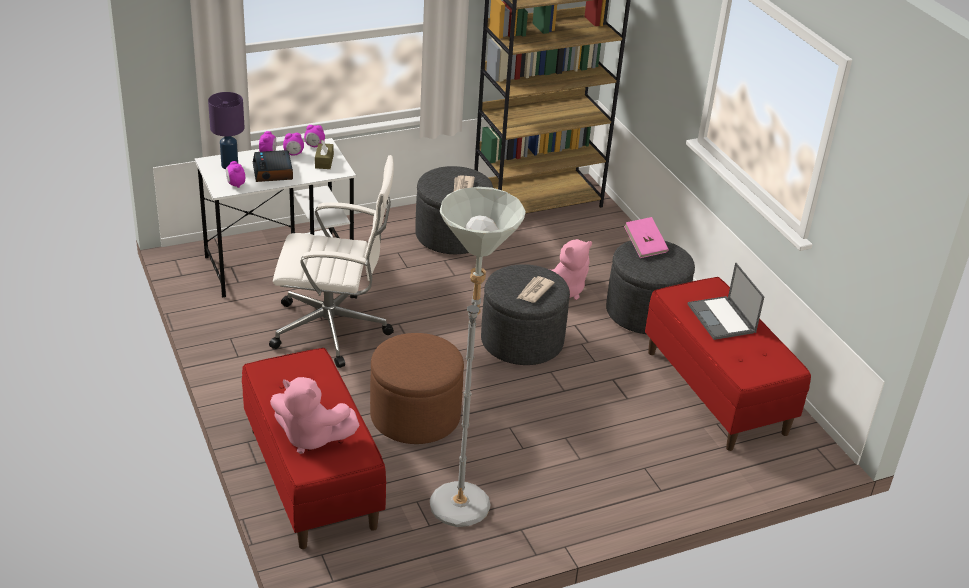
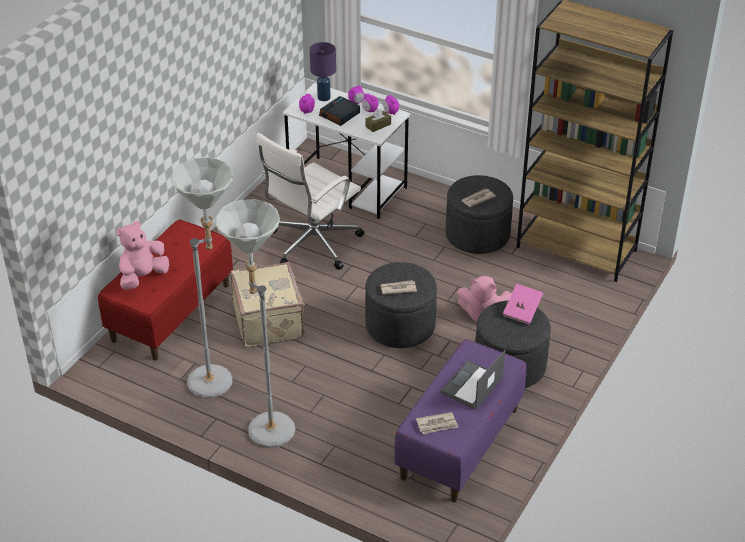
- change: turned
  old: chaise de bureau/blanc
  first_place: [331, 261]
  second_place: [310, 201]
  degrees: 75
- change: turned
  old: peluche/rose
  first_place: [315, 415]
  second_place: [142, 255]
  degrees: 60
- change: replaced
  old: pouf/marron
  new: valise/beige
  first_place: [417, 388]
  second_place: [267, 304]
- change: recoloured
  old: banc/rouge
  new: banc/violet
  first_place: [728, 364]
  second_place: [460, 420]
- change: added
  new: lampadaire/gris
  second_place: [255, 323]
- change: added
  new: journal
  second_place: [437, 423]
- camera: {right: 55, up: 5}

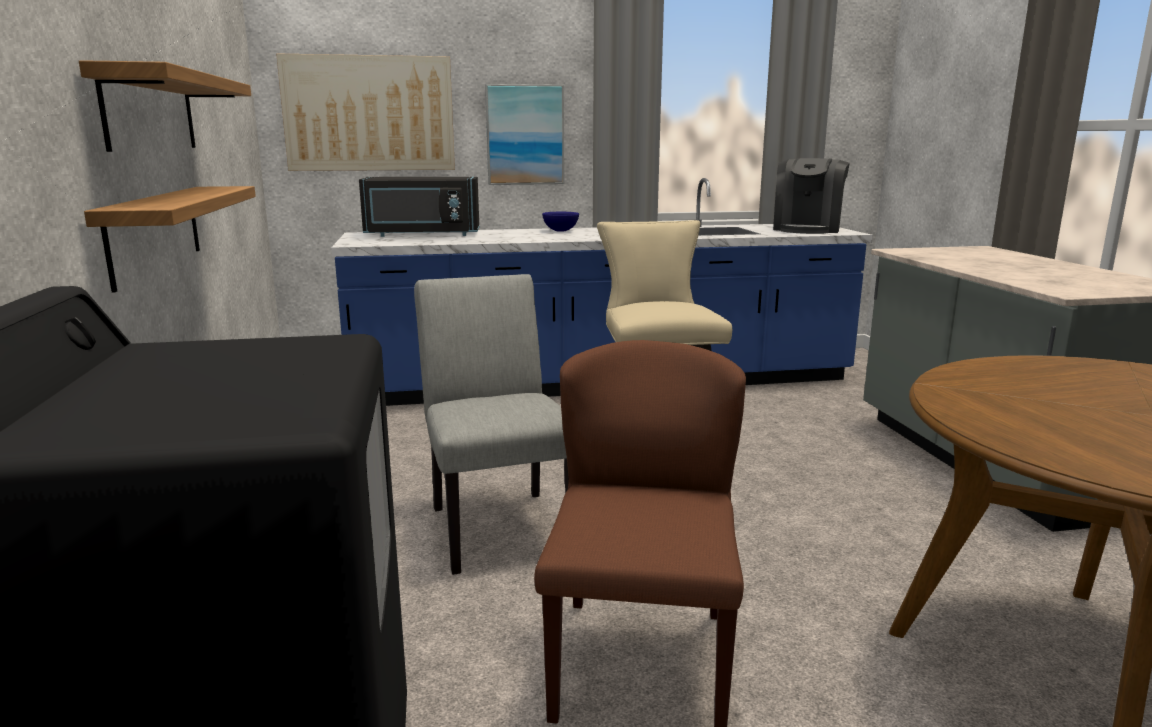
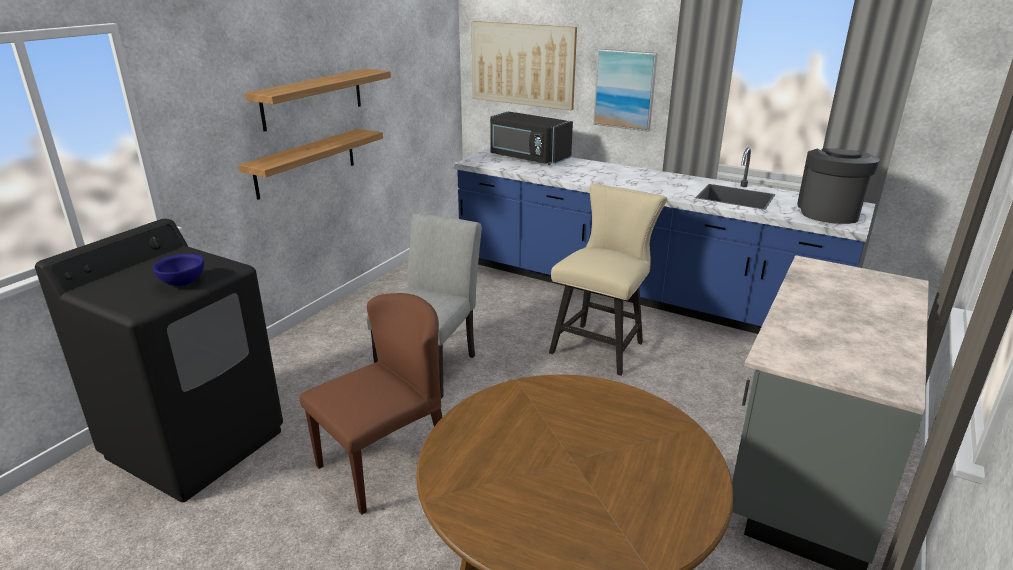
- change: moved
  old: bol/bleu
  first_place: [560, 222]
  second_place: [178, 270]
- change: turned
  old: machine à café
  first_place: [811, 196]
  second_place: [838, 186]
  degrees: 135
- camera: {right: 40, up: 10}

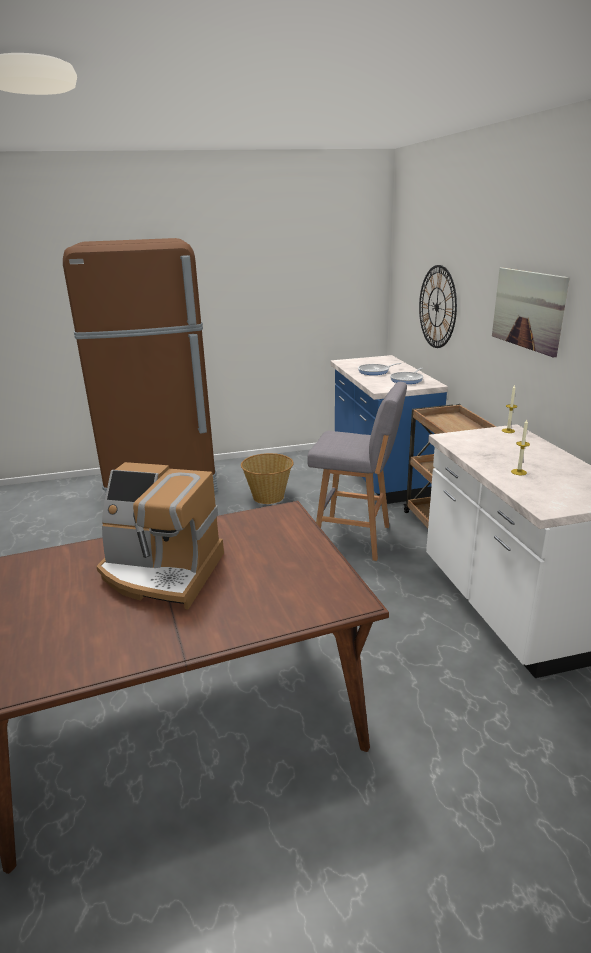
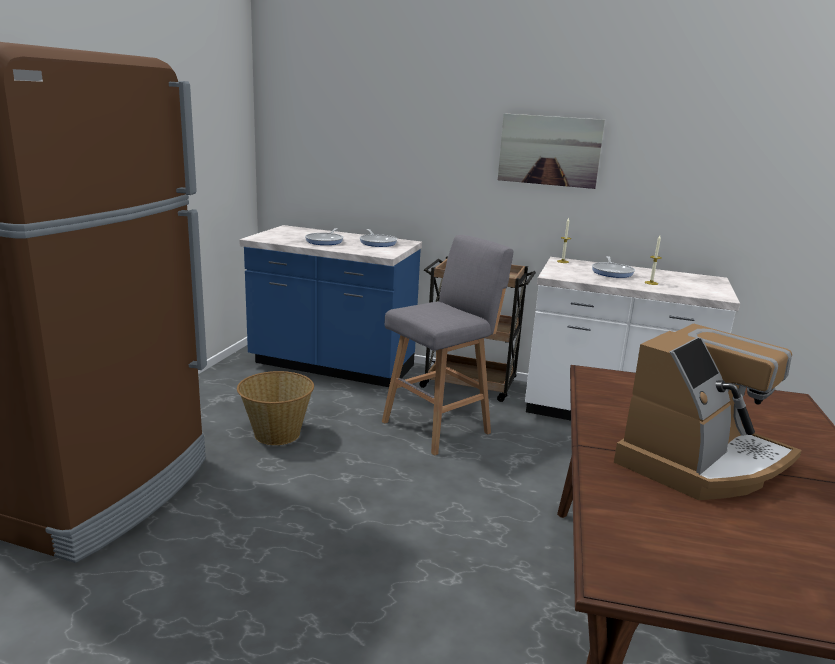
- change: removed
  old: horloge murale
  first_place: [438, 306]
- change: added
  new: poêle
  second_place: [613, 267]
- camera: {right: -60, up: -5}

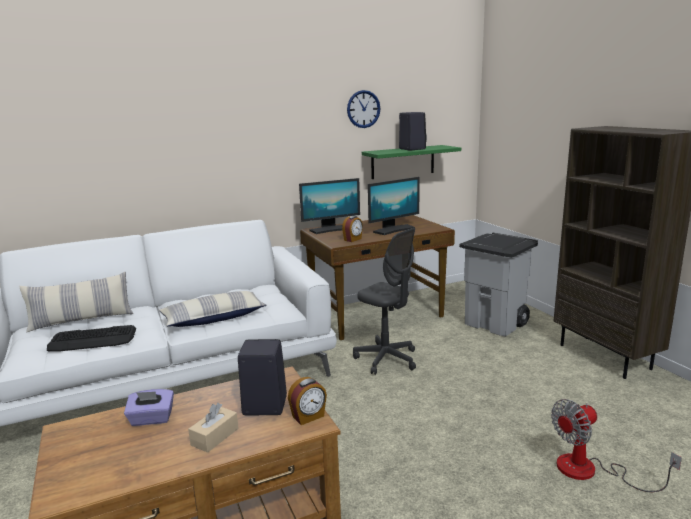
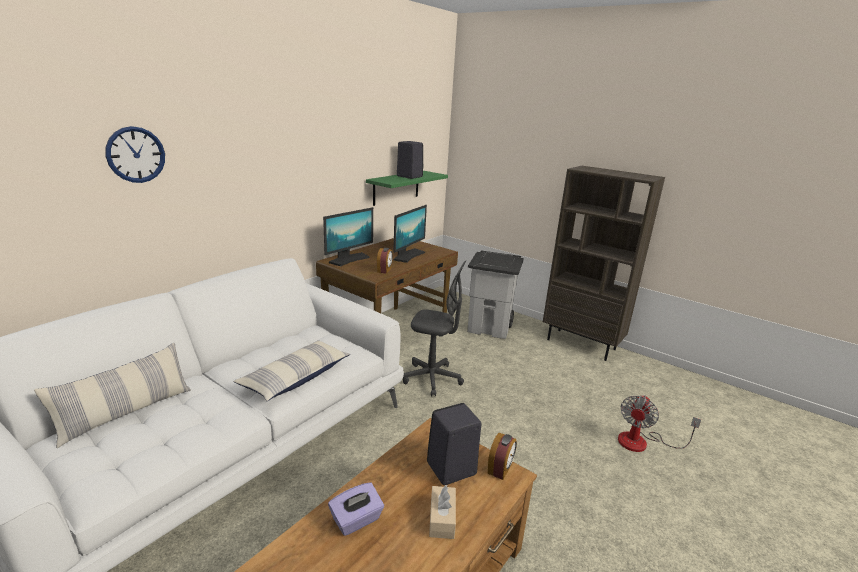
- change: removed
  old: clavier
  first_place: [91, 338]
- change: moved
  old: horloge murale
  first_place: [364, 109]
  second_place: [135, 154]
- camera: {right: -30, up: 5}

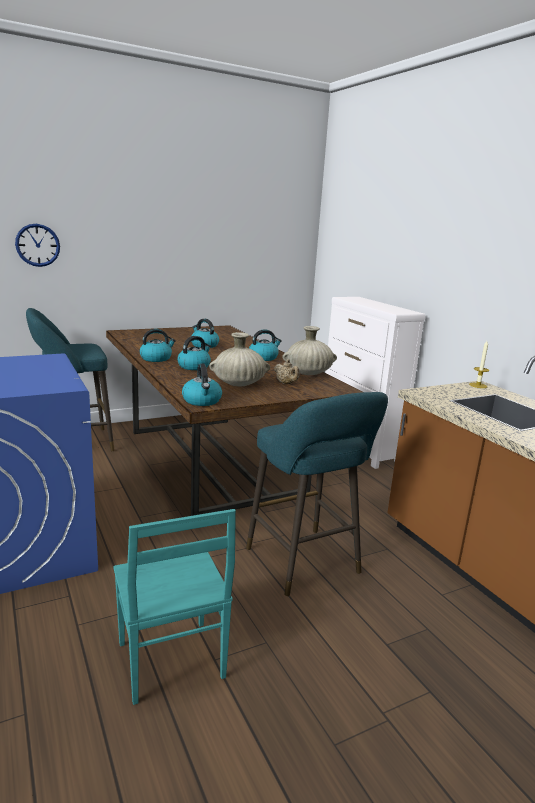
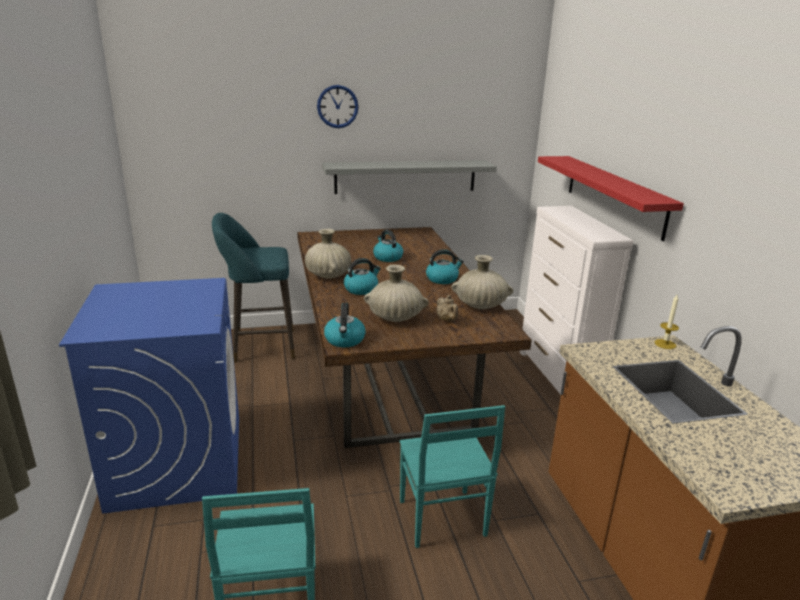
- change: moved
  old: horloge murale
  first_place: [37, 245]
  second_place: [337, 106]
- change: replaced
  old: bouilloire
  new: vase/beige
  first_place: [157, 345]
  second_place: [328, 254]
- change: replaced
  old: tabouret/turquoise
  new: chaise/turquoise
  first_place: [317, 494]
  second_place: [452, 476]
- change: added
  new: étagère/gris
  second_place: [409, 177]
- change: added
  new: étagère/rouge
  second_place: [611, 198]
- camera: {right: 15, up: 5}

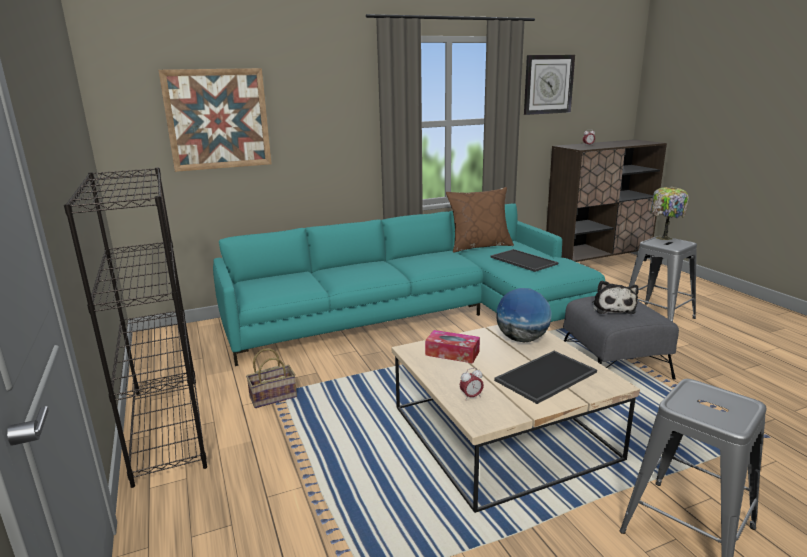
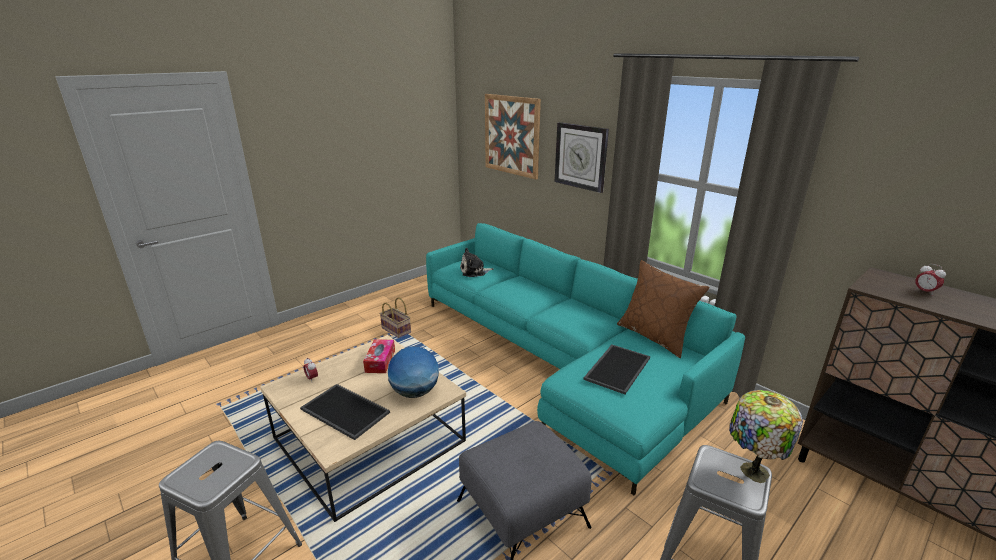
- change: removed
  old: bibliothèque/noir
  first_place: [135, 328]
- change: moved
  old: horloge murale
  first_place: [549, 85]
  second_place: [582, 157]
- change: moved
  old: peluche
  first_place: [615, 297]
  second_place: [477, 262]
- camera: {right: 70, up: 5}

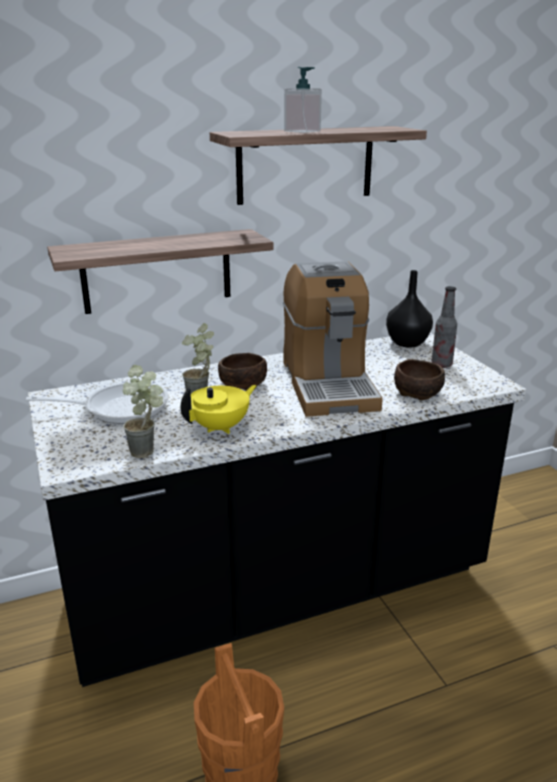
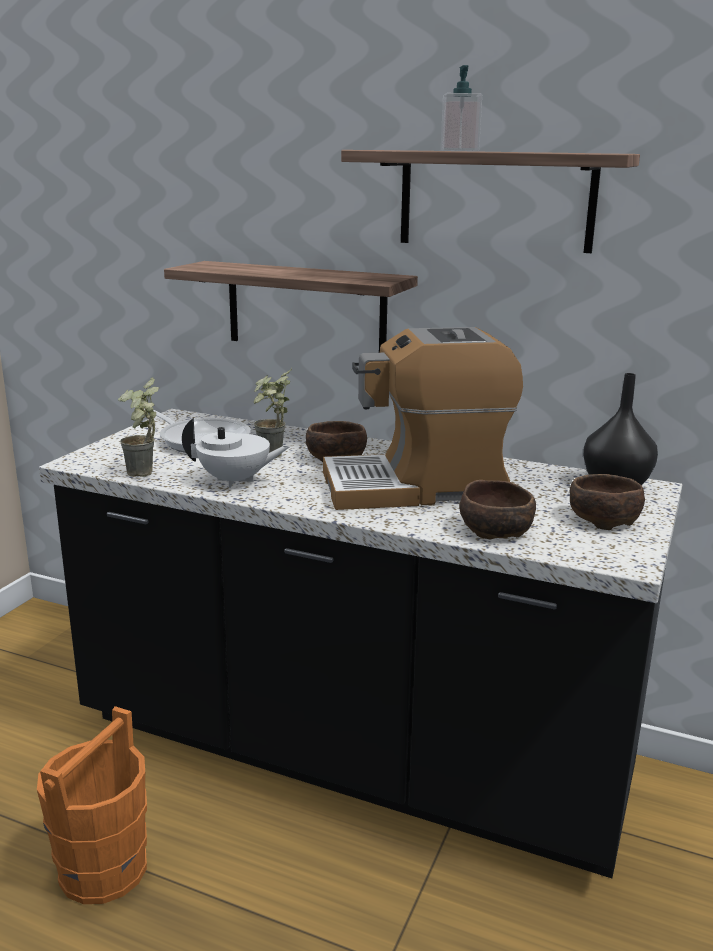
- change: recoloured
  old: théière/jaune
  new: théière/blanc
  first_place: [219, 409]
  second_place: [236, 453]
- change: turned
  old: machine à café
  first_place: [333, 339]
  second_place: [423, 418]
  degrees: 45
- change: replaced
  old: bouteille
  new: bol/marron
  first_place: [444, 327]
  second_place: [607, 502]
- camera: {right: 45, up: -5}

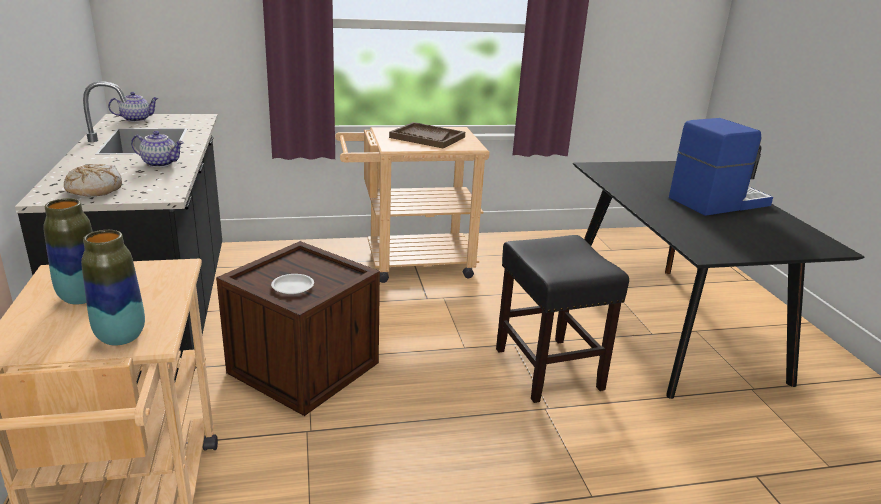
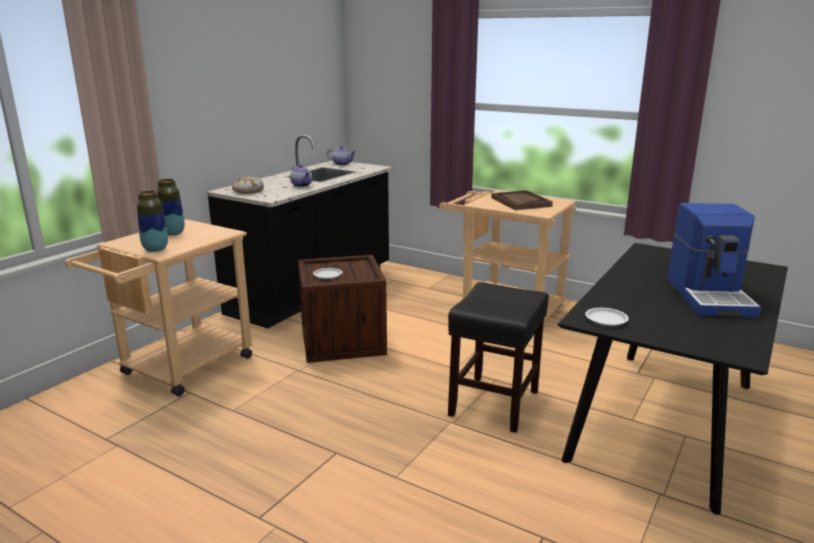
- change: turned
  old: machine à café
  first_place: [721, 167]
  second_place: [714, 260]
  degrees: 75
- change: added
  new: assiette/blanc
  second_place: [607, 317]
- camera: {right: 45, up: -5}

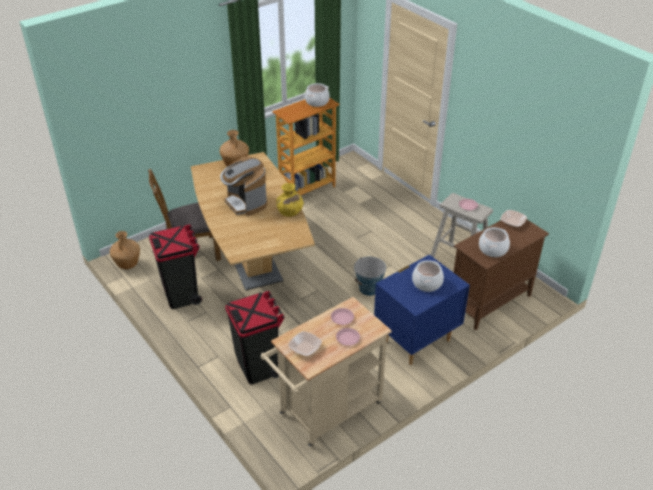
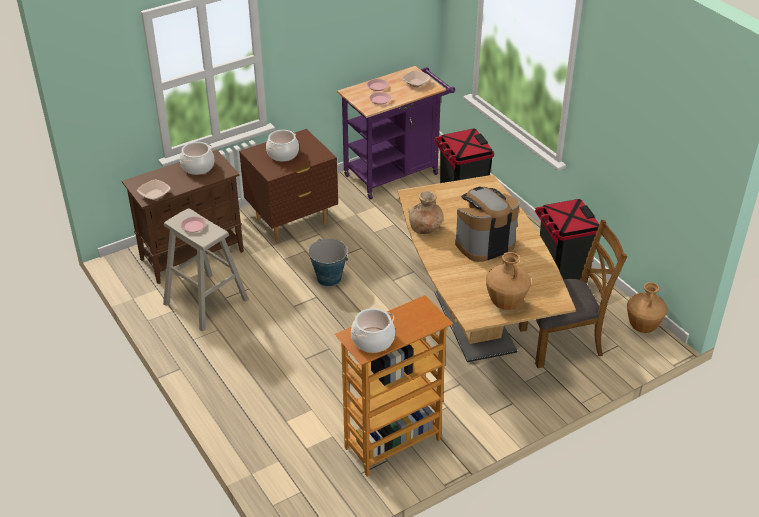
- change: turned
  old: machine à café
  first_place: [243, 186]
  second_place: [487, 224]
  degrees: -90
- change: recoloured
  old: chariot/beige
  new: chariot/violet
  first_place: [326, 372]
  second_place: [396, 133]
- change: recoloured
  old: vase/jaune
  new: vase/marron
  first_place: [290, 200]
  second_place: [425, 212]
- change: recoloured
  old: table de chevet/bleu
  new: table de chevet/marron
  first_place: [422, 309]
  second_place: [288, 186]
- camera: {right: -175, up: 0}

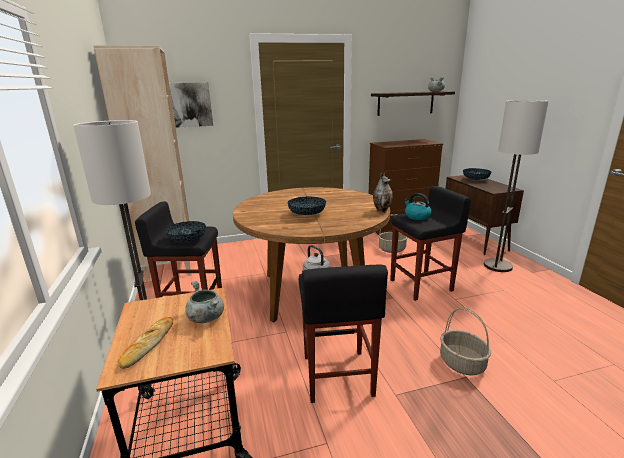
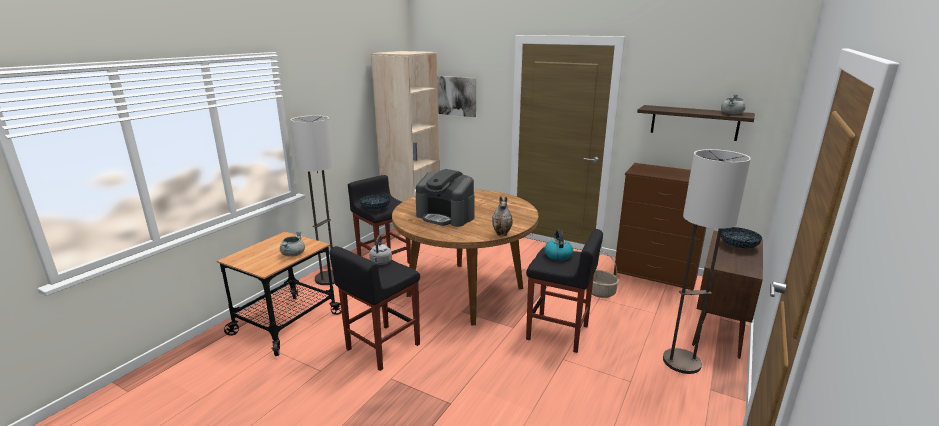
- change: removed
  old: pain
  first_place: [145, 343]
- change: replaced
  old: bol
  new: machine à café
  first_place: [307, 206]
  second_place: [445, 198]
- change: removed
  old: panier
  first_place: [465, 341]
- camera: {right: 45, up: 0}

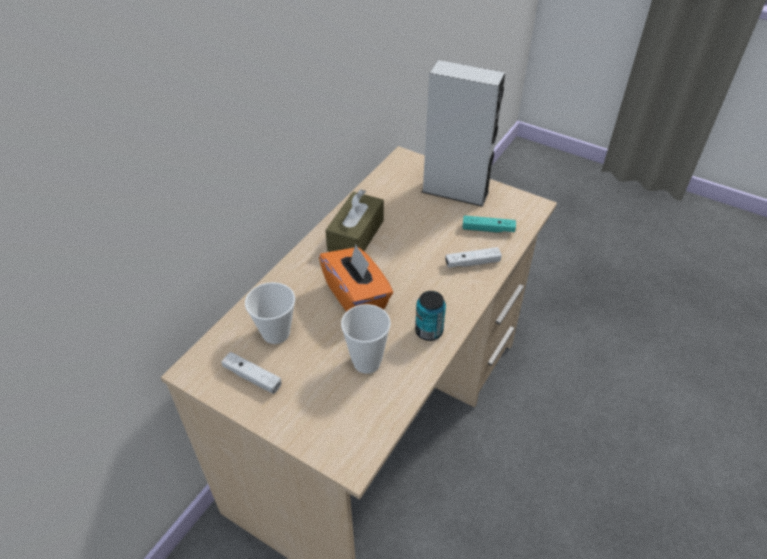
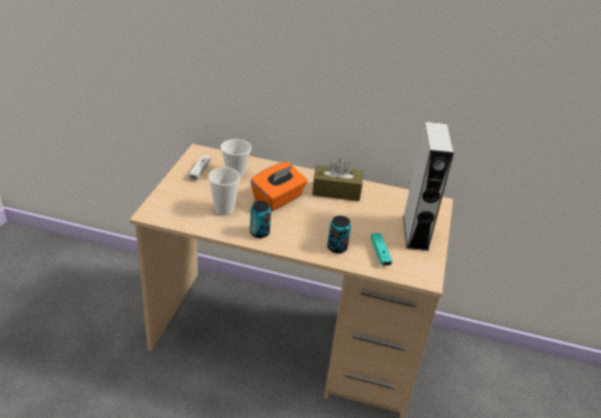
- change: replaced
  old: manette/blanc
  new: boîte métallique
  first_place: [473, 257]
  second_place: [339, 235]
- camera: {right: 70, up: -10}

